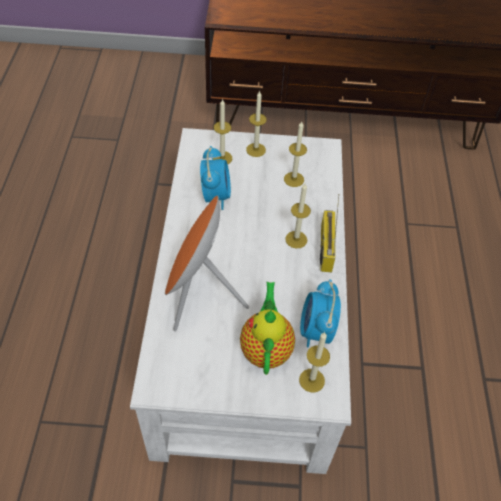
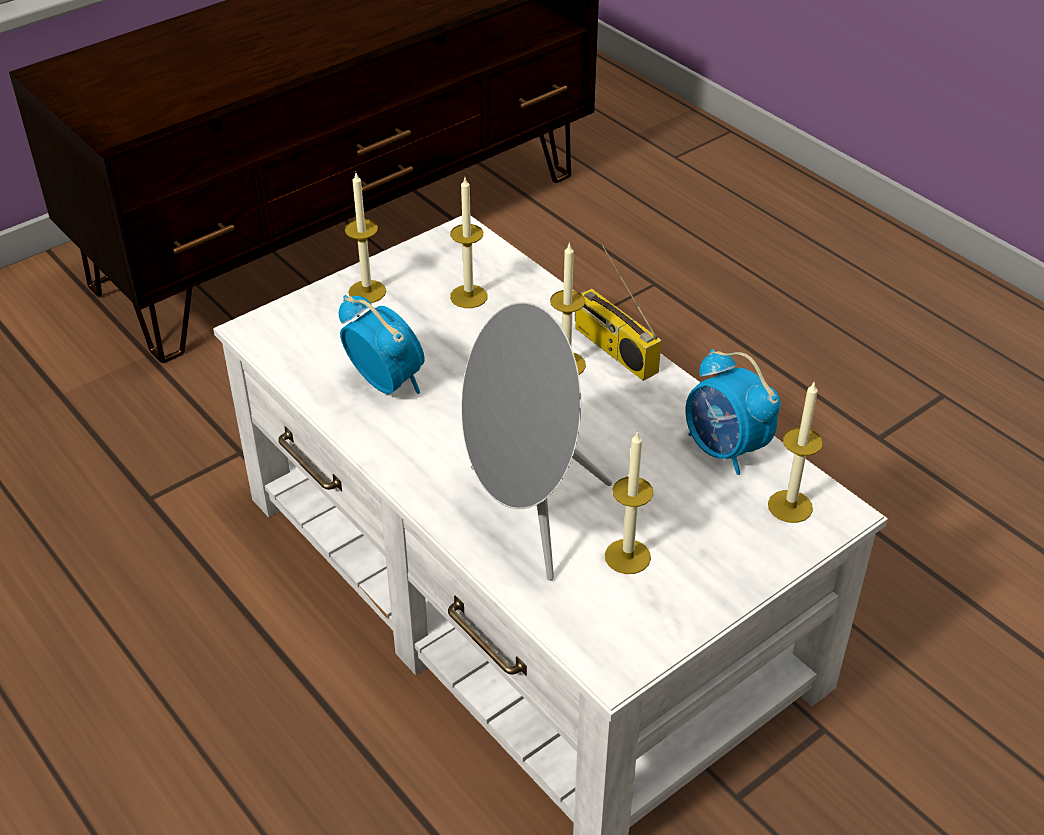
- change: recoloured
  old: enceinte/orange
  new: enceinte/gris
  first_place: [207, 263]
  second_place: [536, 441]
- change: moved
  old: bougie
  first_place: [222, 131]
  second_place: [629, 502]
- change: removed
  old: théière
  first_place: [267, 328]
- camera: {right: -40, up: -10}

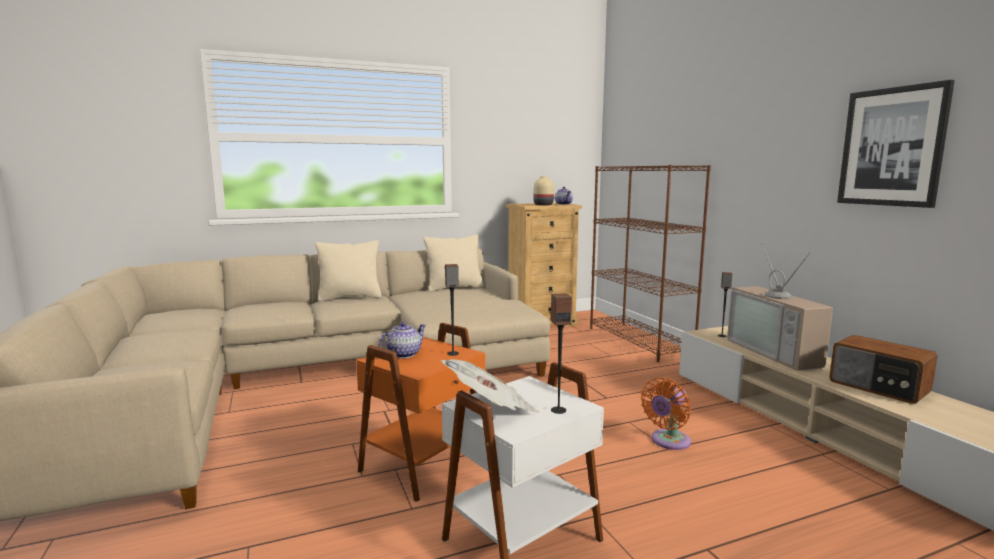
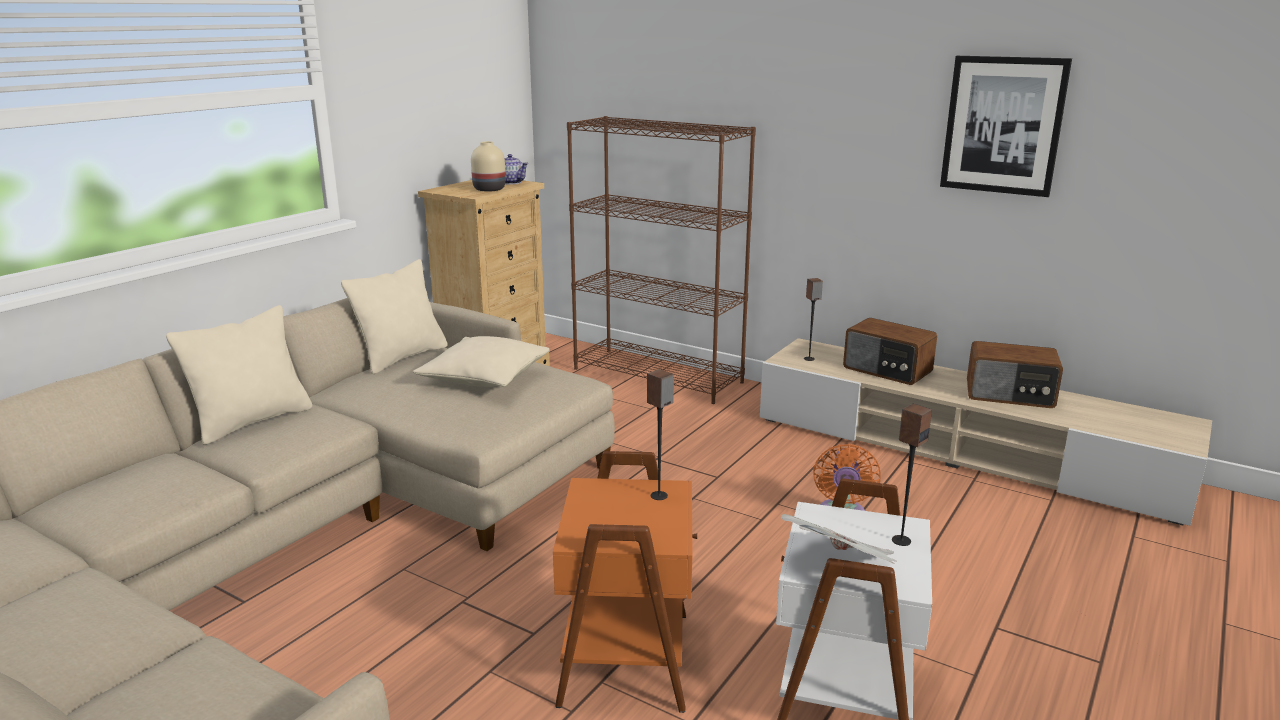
- change: removed
  old: théière
  first_place: [402, 340]
- change: replaced
  old: téléviseur
  new: radio
  first_place: [780, 307]
  second_place: [890, 351]
- change: added
  new: coussin/beige
  second_place: [481, 361]
- camera: {right: -35, up: 10}

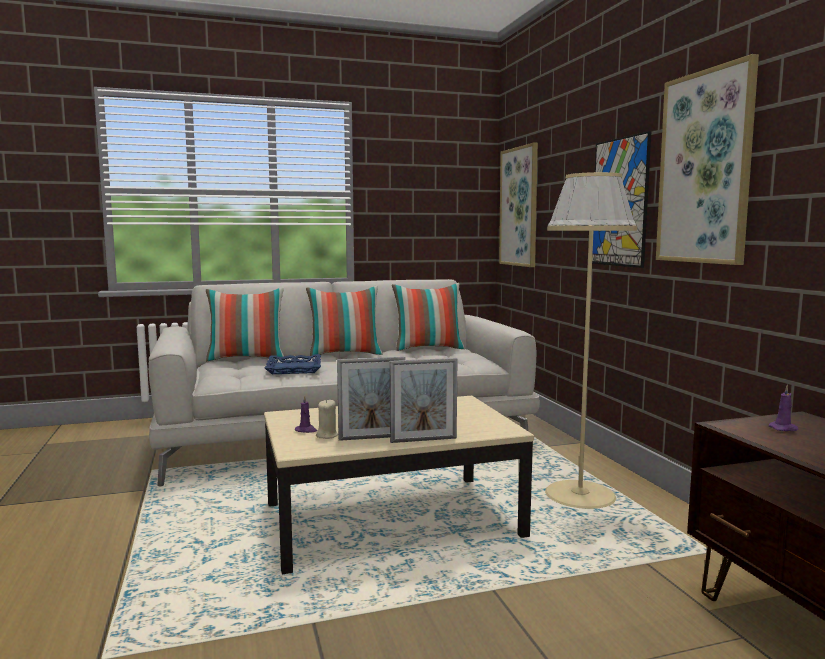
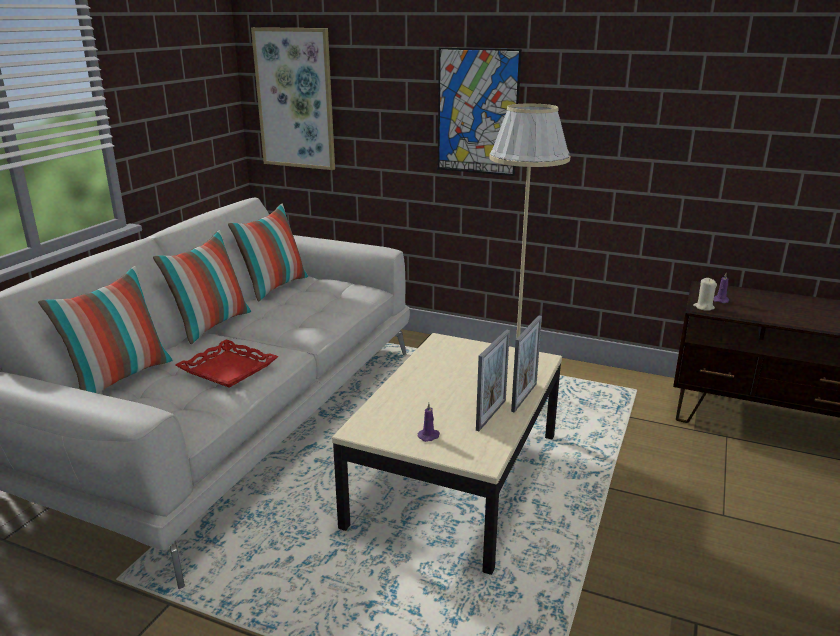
- change: recoloured
  old: plateau/bleu
  new: plateau/rouge
  first_place: [293, 364]
  second_place: [227, 363]
- change: moved
  old: bougie/beige
  first_place: [327, 419]
  second_place: [705, 294]
- change: removed
  old: tableau
  first_place: [707, 159]
- camera: {right: -50, up: 15}

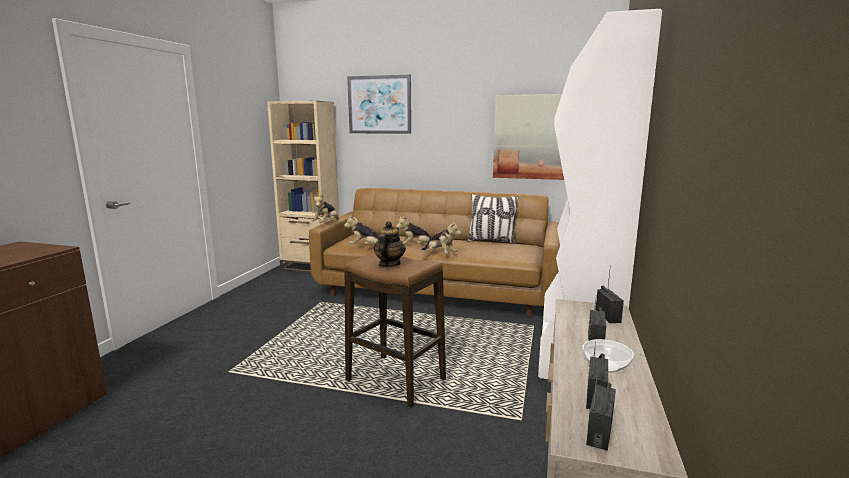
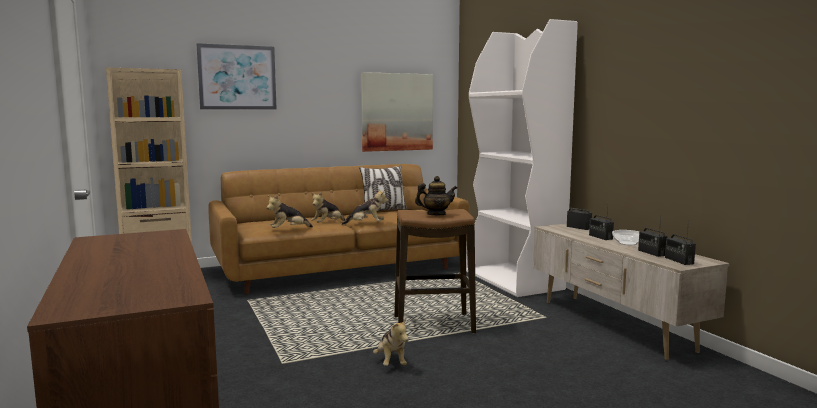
- change: moved
  old: peluche
  first_place: [325, 208]
  second_place: [391, 342]
- change: turned
  old: théière
  first_place: [390, 244]
  second_place: [436, 195]
  degrees: 105
- camera: {right: -40, up: -5}

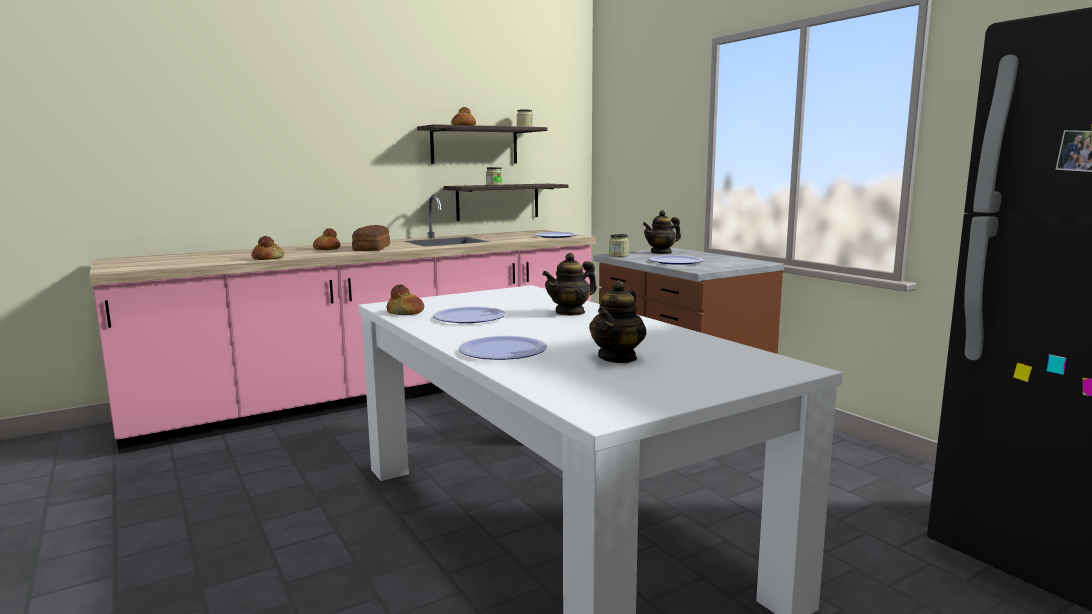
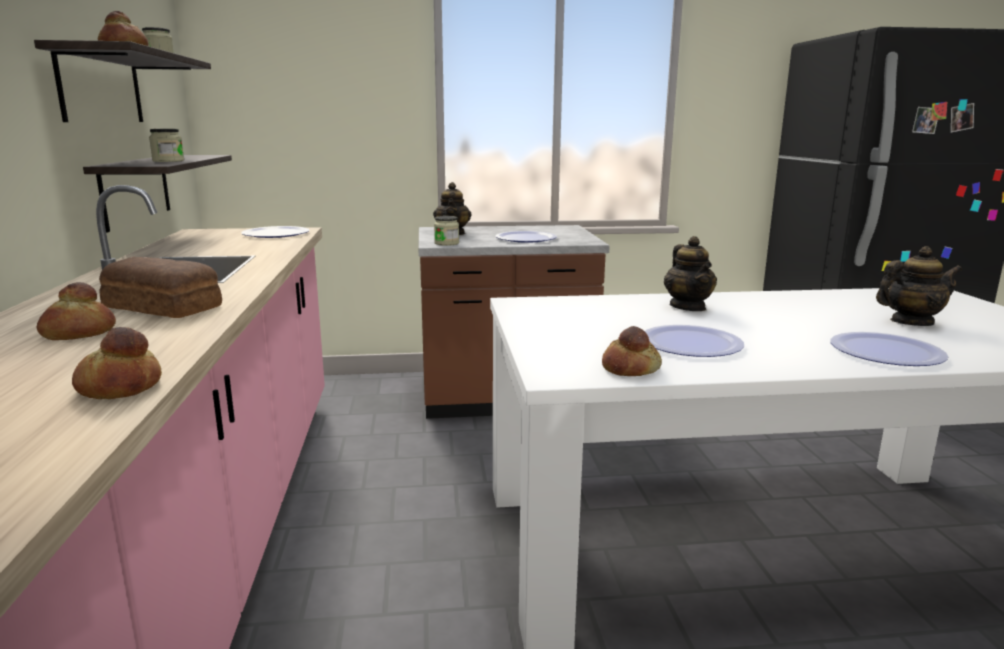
- change: turned
  old: théière
  first_place: [618, 321]
  second_place: [919, 286]
  degrees: -60
- camera: {right: -65, up: 5}

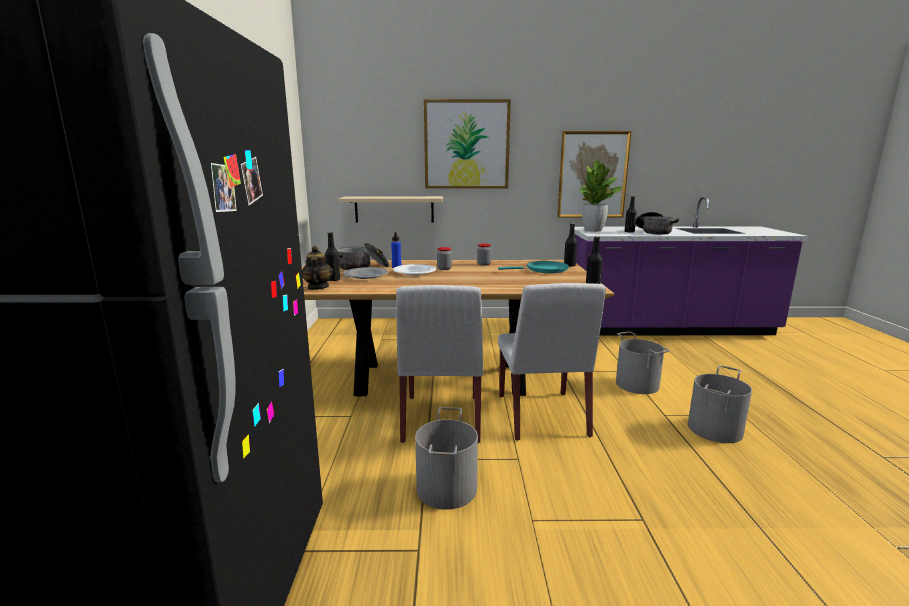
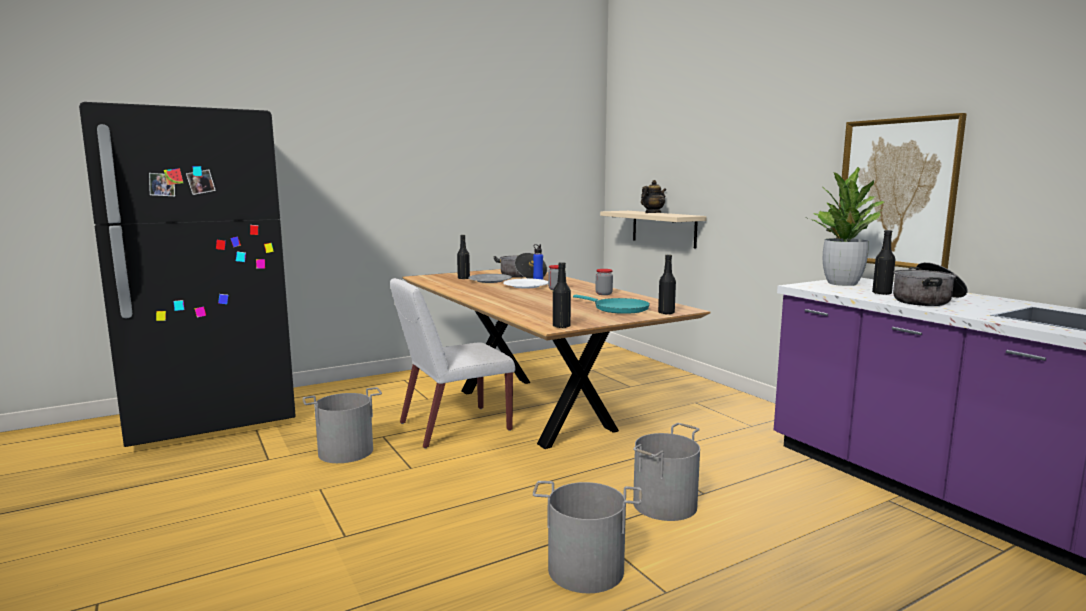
- change: moved
  old: théière
  first_place: [317, 268]
  second_place: [653, 196]
- change: removed
  old: tableau
  first_place: [467, 143]
- change: removed
  old: chaise/blanc
  first_place: [552, 362]
- camera: {right: 60, up: -5}

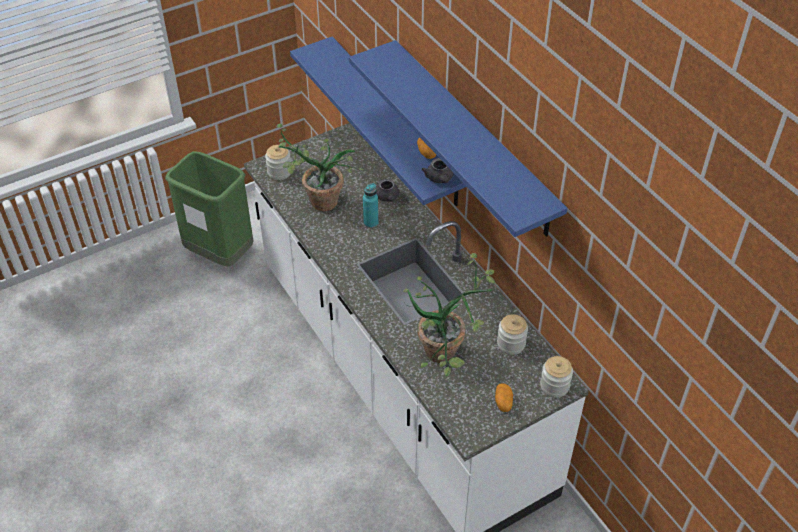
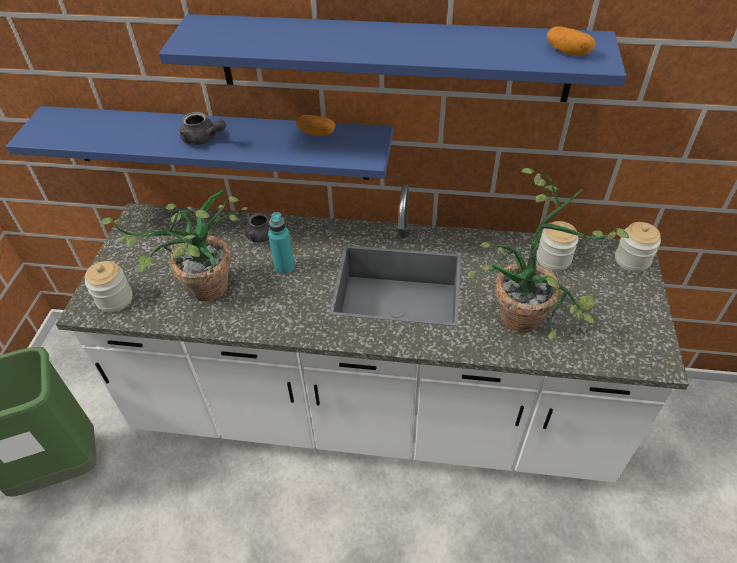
- change: moved
  old: théière/gris
  first_place: [437, 170]
  second_place: [203, 128]
- change: moved
  old: pomme de terre
  first_place: [504, 397]
  second_place: [571, 41]
- camera: {right: -50, up: 0}

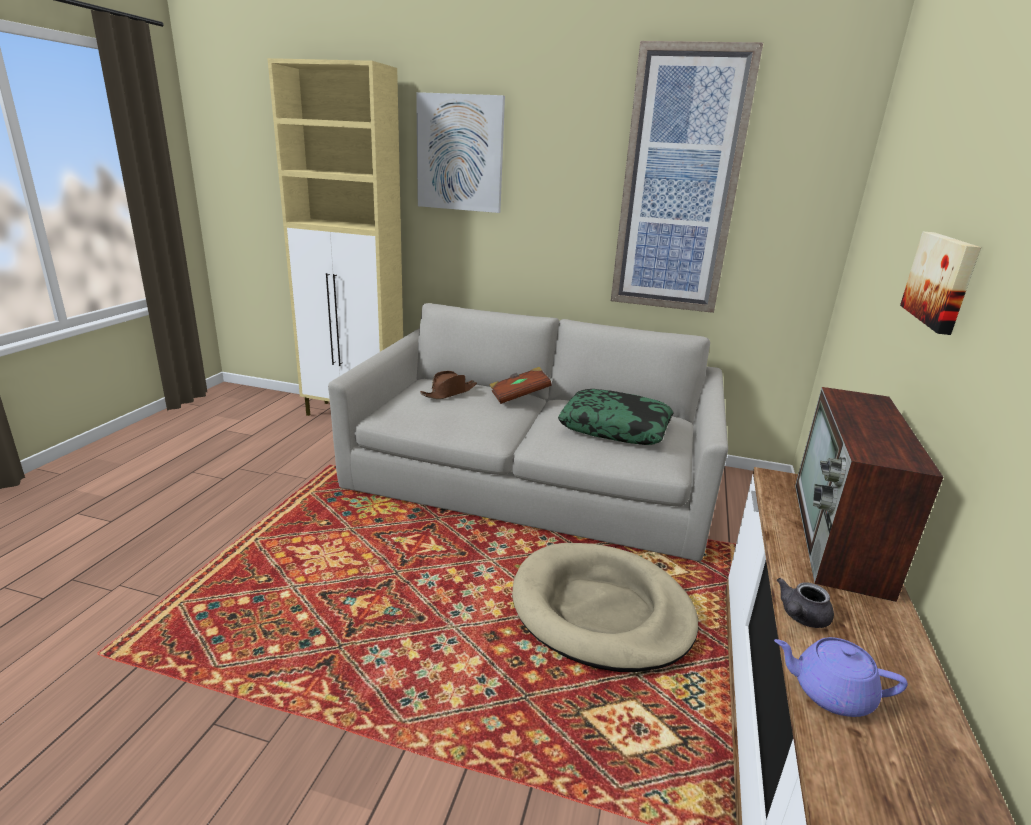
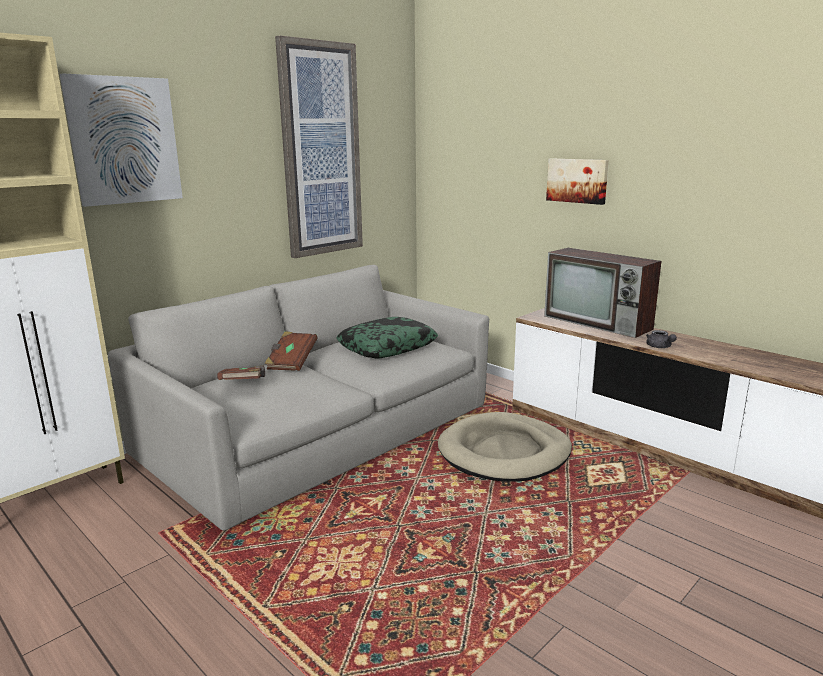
- change: replaced
  old: chapeau/marron
  new: livre/marron
  first_place: [448, 385]
  second_place: [241, 373]
- change: removed
  old: théière/violet
  first_place: [841, 677]
- camera: {right: -60, up: -5}

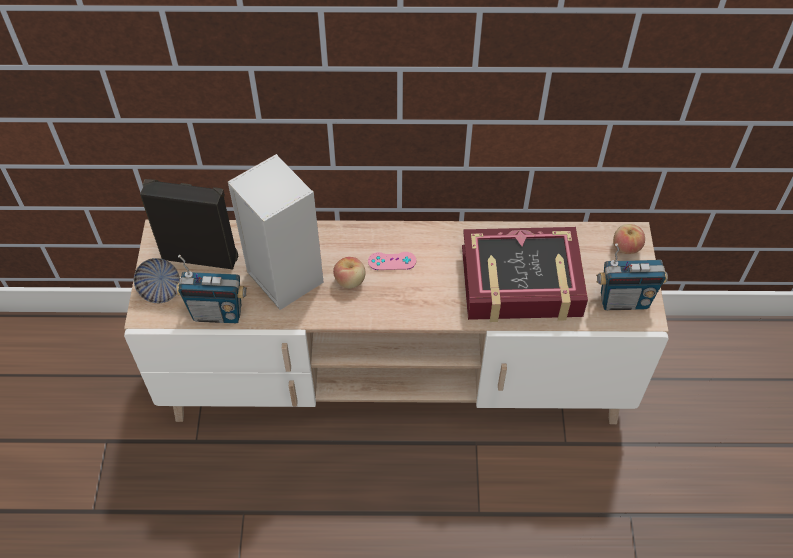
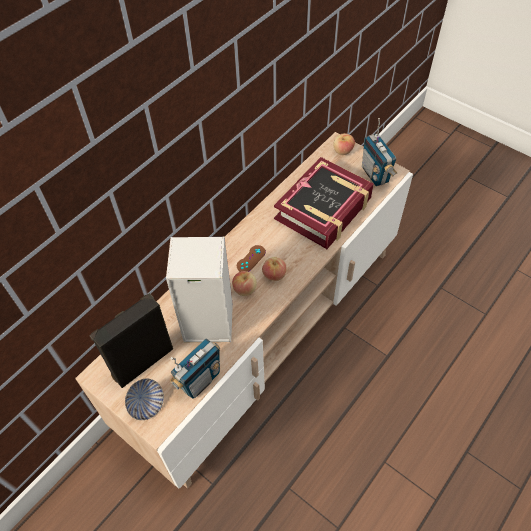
- change: recoloured
  old: manette/rose
  new: manette/marron
  first_place: [392, 261]
  second_place: [251, 258]
- change: turned
  old: radio
  first_place: [632, 276]
  second_place: [379, 152]
  degrees: 120
- change: added
  new: pomme
  second_place: [274, 269]
- camera: {right: -50, up: 0}

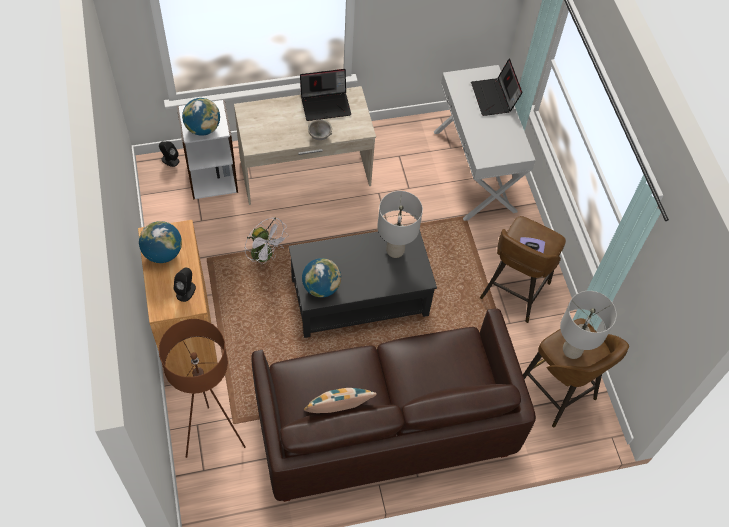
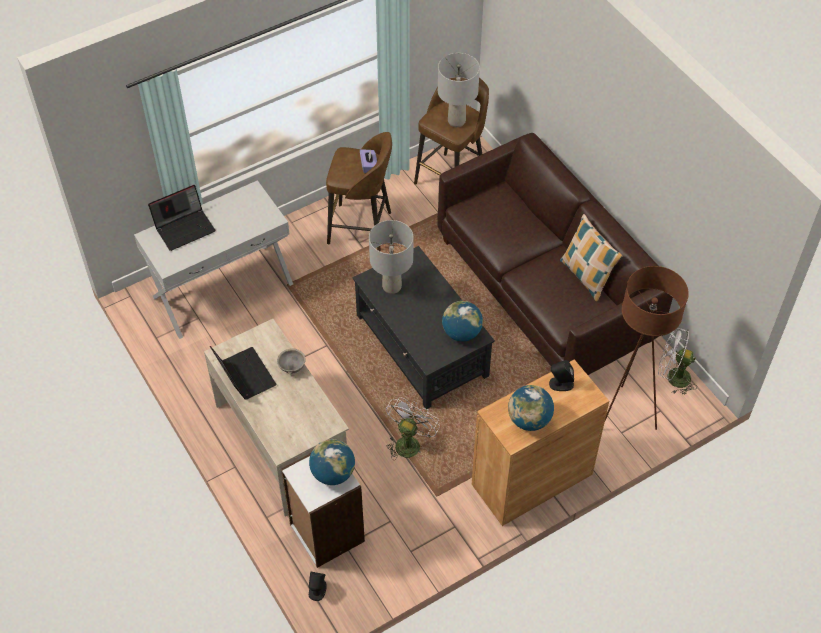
- change: added
  new: ventilateur/blanc
  second_place: [677, 361]
- camera: {right: -105, up: -5}

